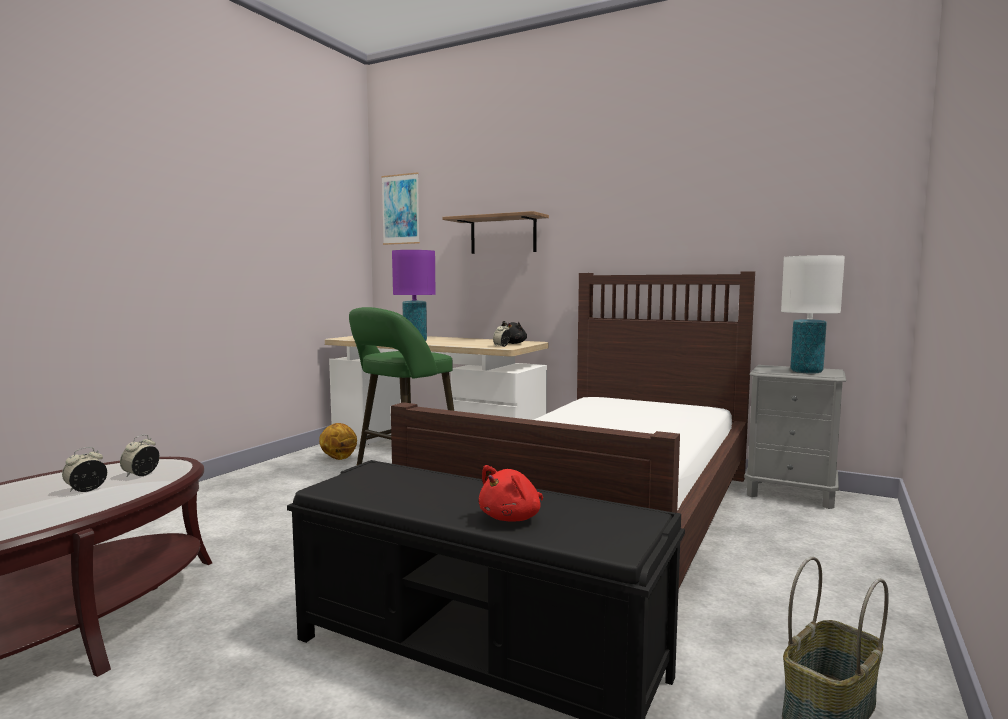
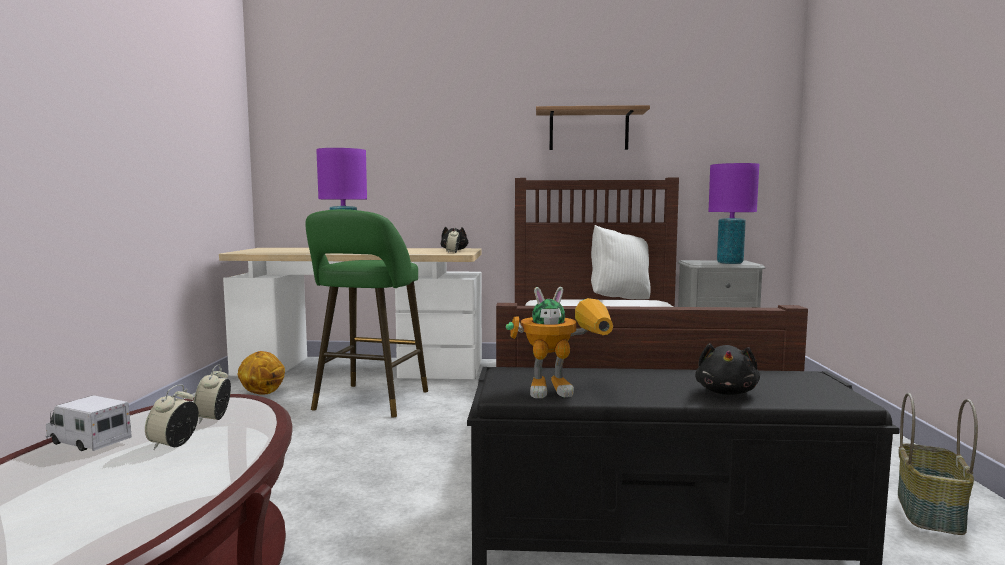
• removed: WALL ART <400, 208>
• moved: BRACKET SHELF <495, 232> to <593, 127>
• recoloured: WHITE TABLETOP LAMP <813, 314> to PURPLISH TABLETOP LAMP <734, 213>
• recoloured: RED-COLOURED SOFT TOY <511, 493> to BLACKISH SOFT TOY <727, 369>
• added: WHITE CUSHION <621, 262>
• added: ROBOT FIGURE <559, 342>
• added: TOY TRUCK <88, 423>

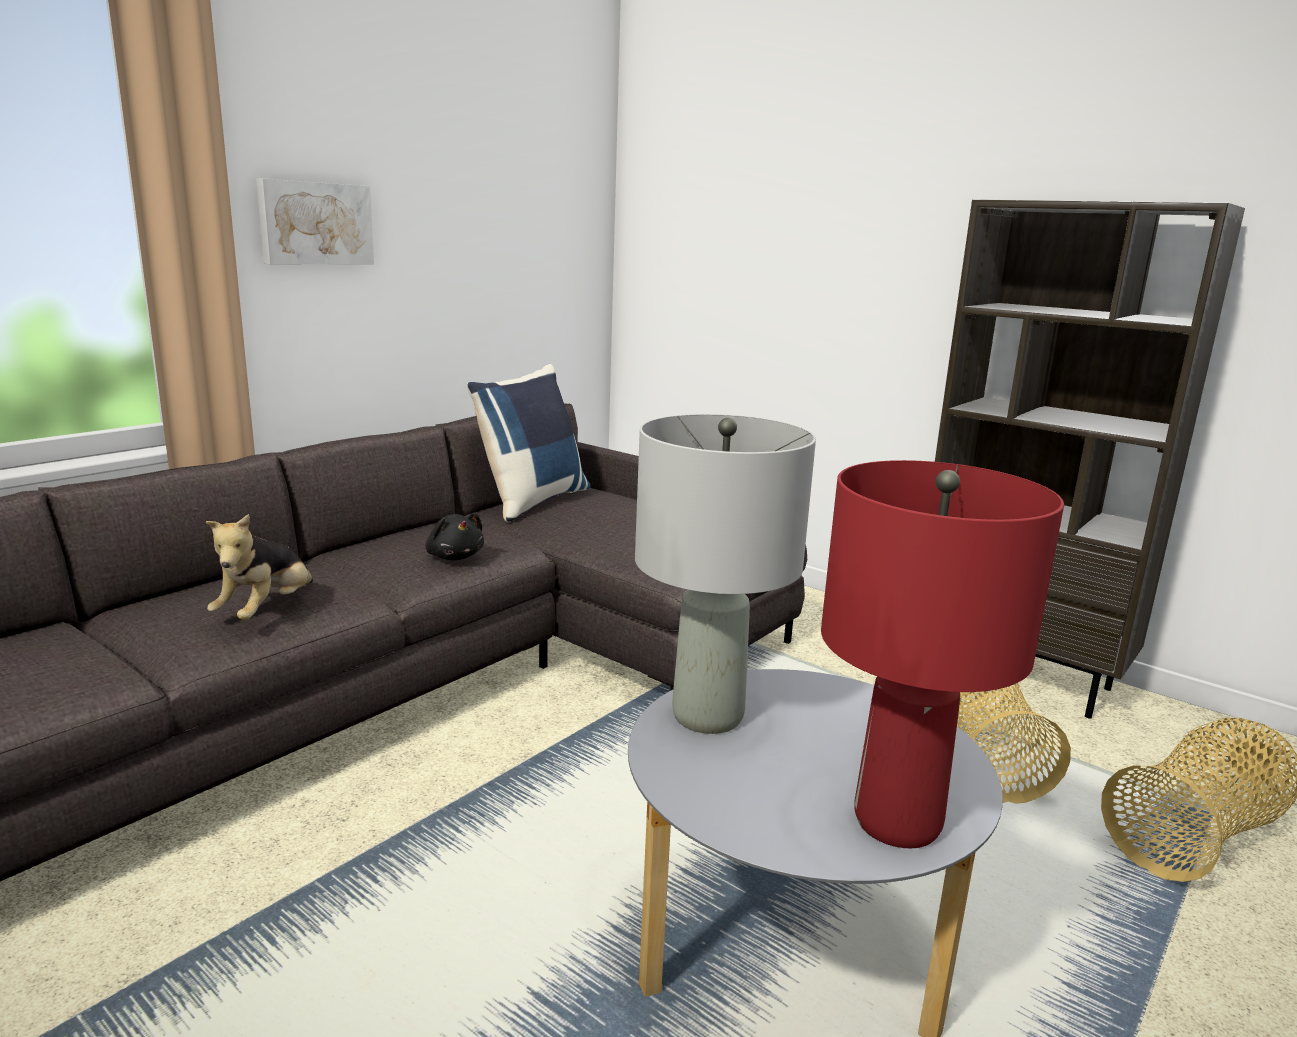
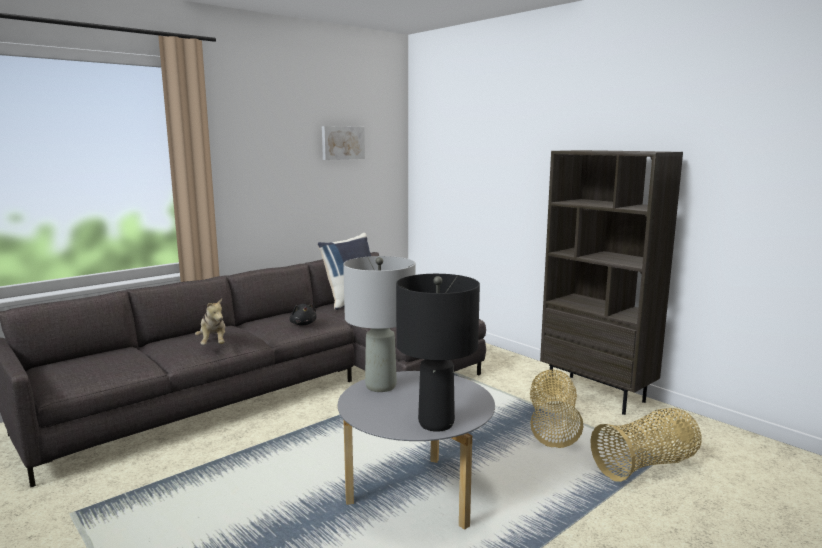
• moved: WALL ART <315, 221> to <343, 143>
• recoloured: RED-COLOURED TABLETOP LAMP <942, 654> to BLACKISH TABLETOP LAMP <438, 353>
• turned: SOFT TOY <259, 567> = <210, 321> 45 degrees counterclockwise

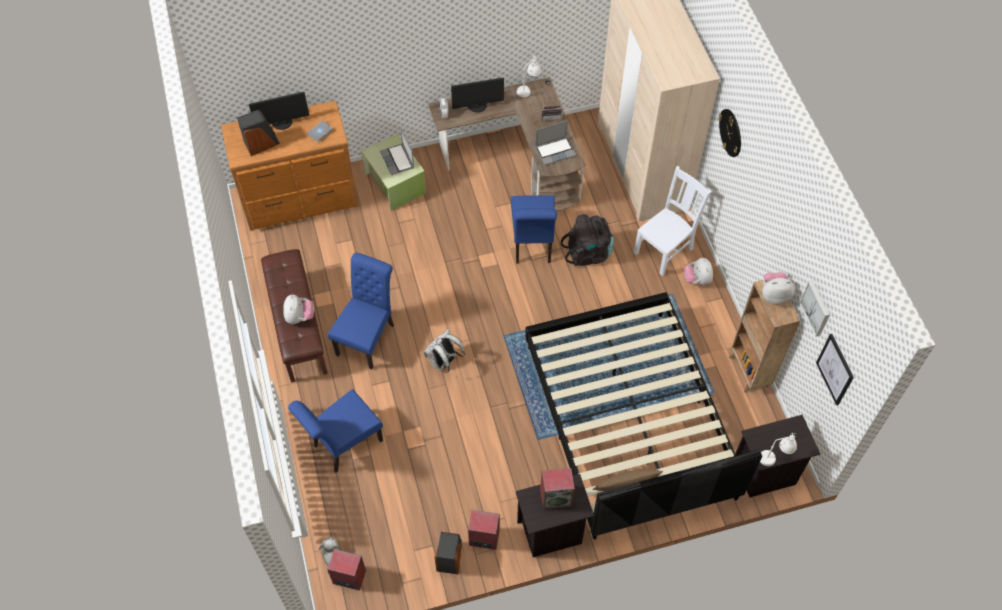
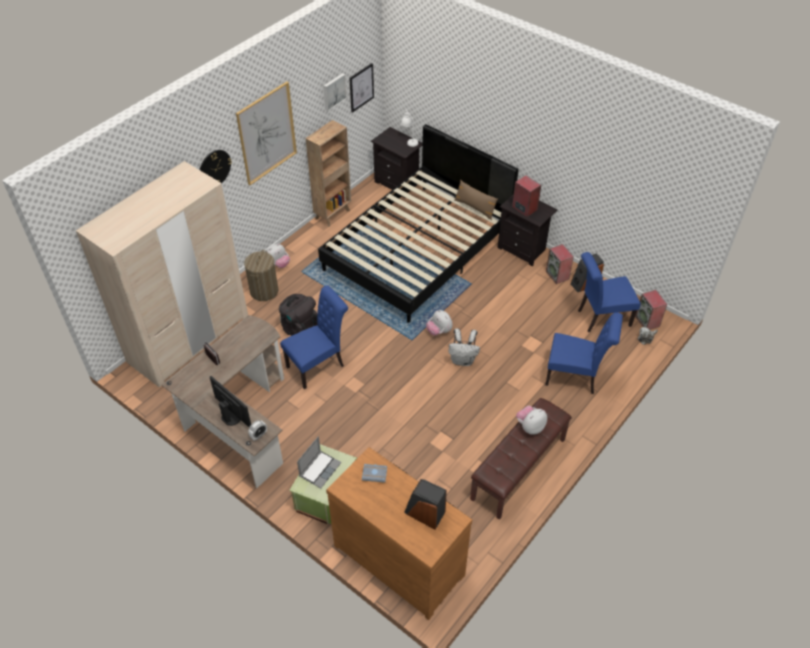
• removed: WHITE TABLETOP LAMP <529, 76>
• removed: MONITOR <279, 111>
• removed: PORTABLE COMPUTER <555, 143>
• replaced: WHITE UPRIGHT CHAIR <672, 221> to HAMPER <261, 275>
• moved: BLUISH UPRIGHT CHAIR <361, 311> to <609, 292>
• moved: SOFT TOY <778, 288> to <439, 323>
• added: WALL ART <266, 133>

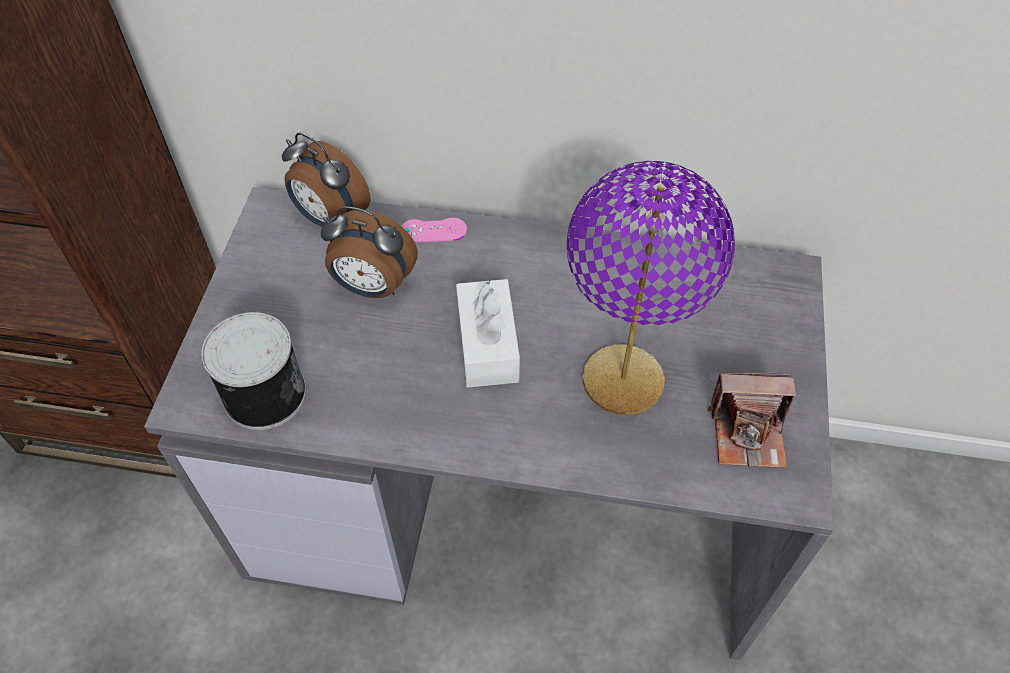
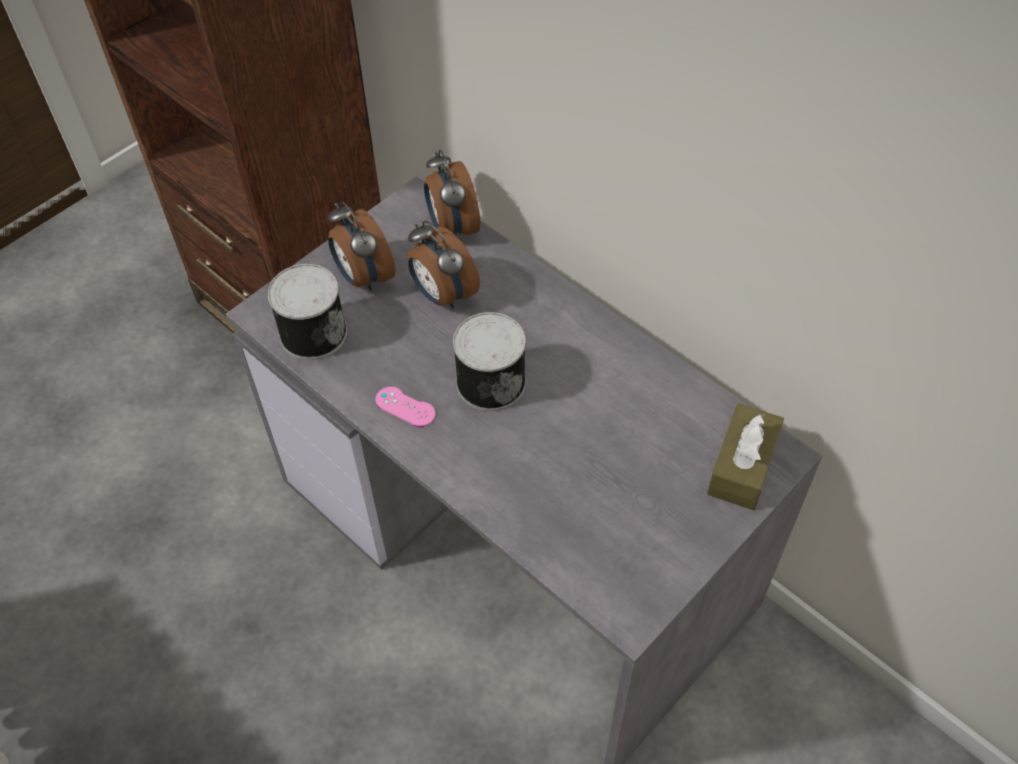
• removed: PURPLISH TABLETOP LAMP <651, 288>
• moved: PINK-COLOURED JOYPAD <434, 230> to <405, 407>
• replaced: WHITE BOX OF TISSUES <488, 333> to CAN <489, 361>
• removed: STILL CAMERA <752, 420>
• added: ALARM CLOCK <362, 246>
• added: BROWN BOX OF TISSUES <745, 456>

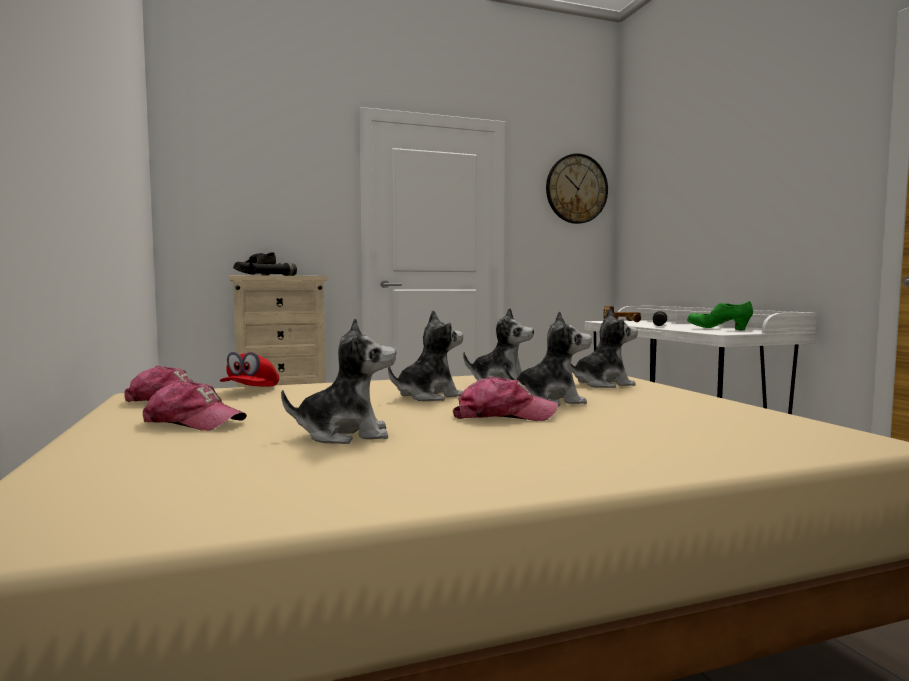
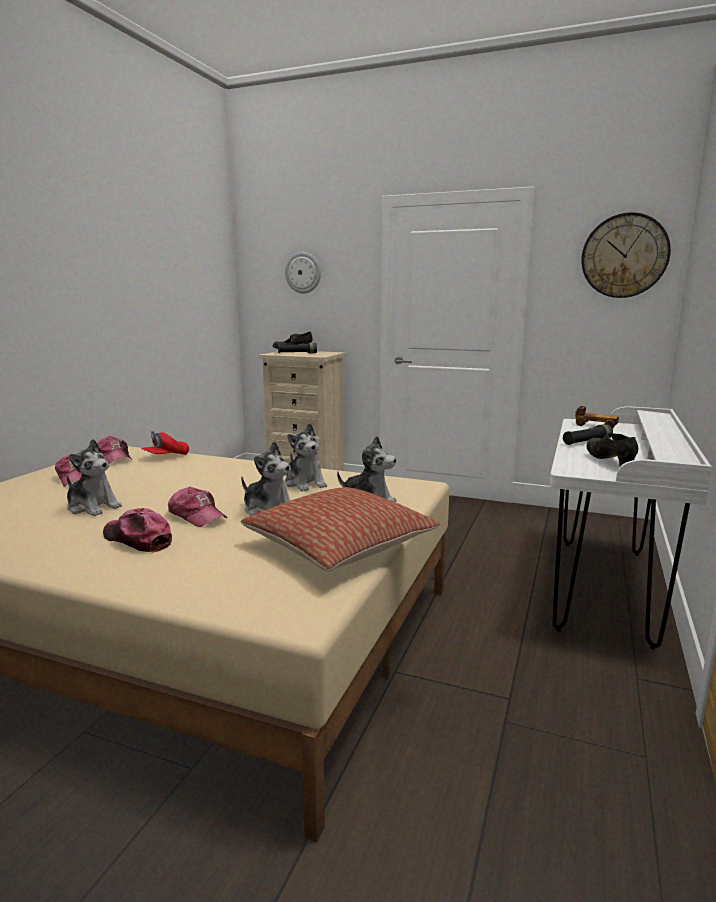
• recoloured: GREEN LOW SHOE <720, 316> to BLACKISH LOW SHOE <612, 449>
• removed: SOFT TOY <425, 355>
• added: HANGING CLOCK <303, 272>
• added: CUSHION <340, 529>
• added: CAP <137, 530>

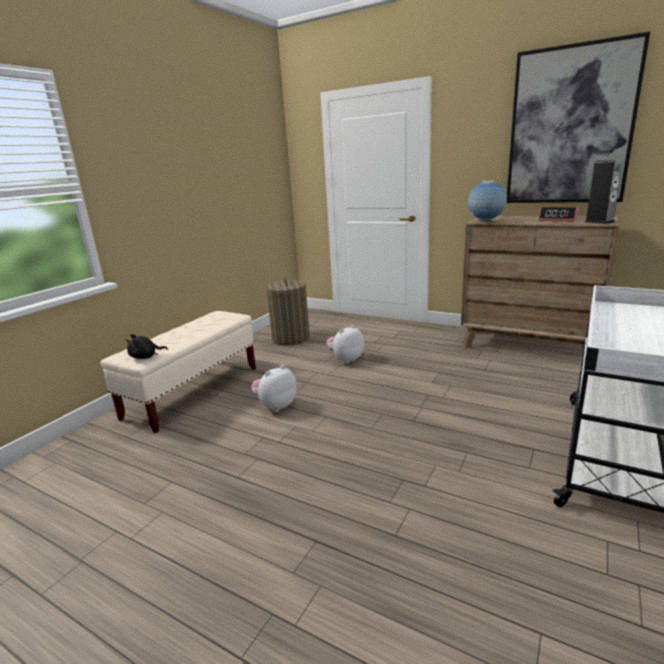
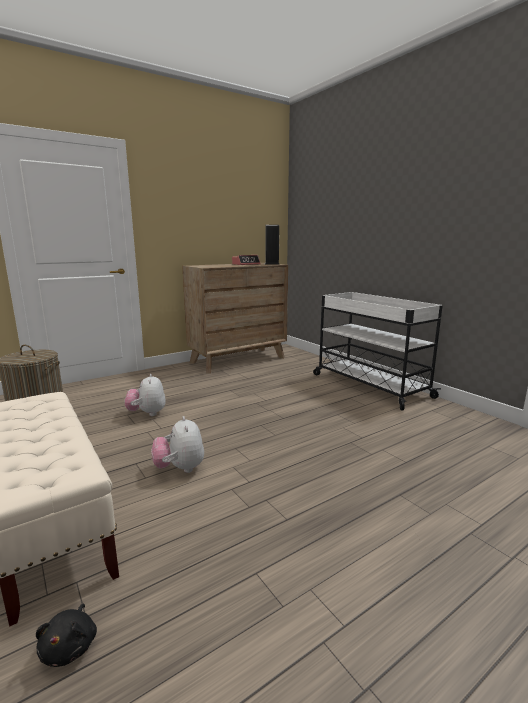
• removed: WALL ART <579, 117>
• removed: GLOBE <487, 201>
• moved: BLACKISH SOFT TOY <147, 346> to <66, 635>

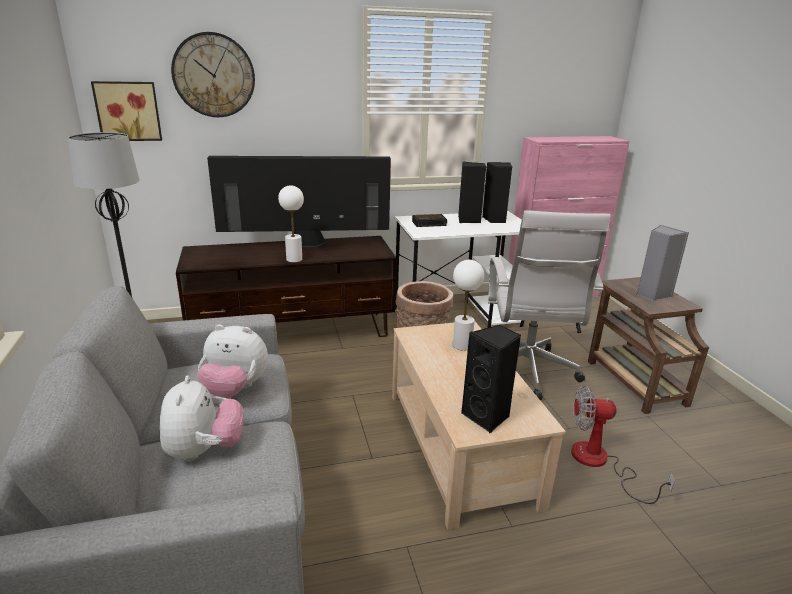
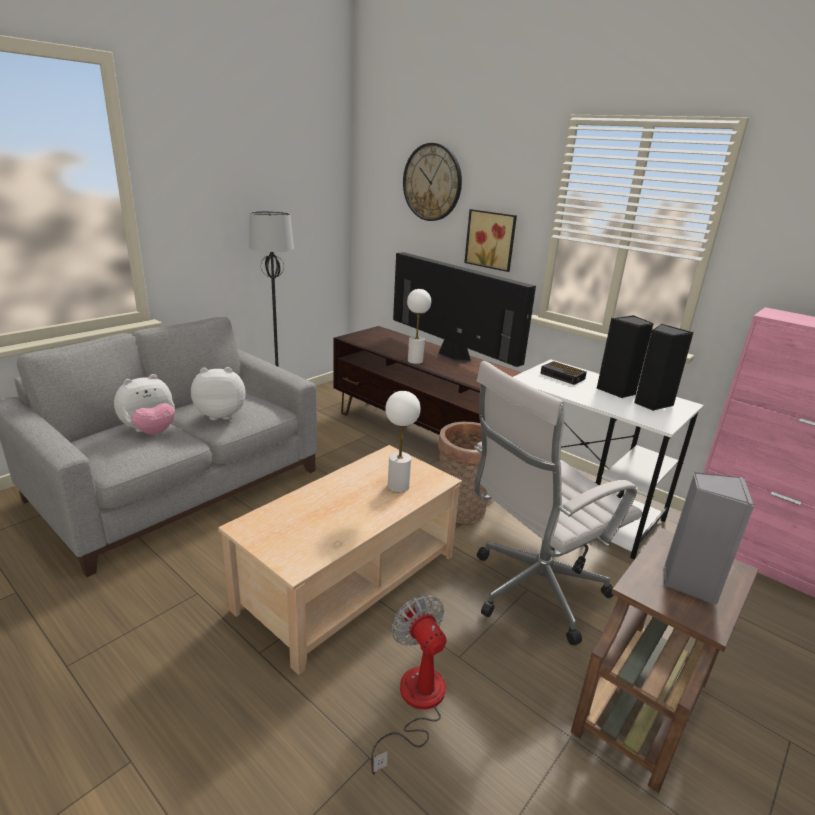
• moved: WALL ART <126, 111> to <490, 240>
• turned: SOFT TOY <232, 361> = <218, 393> 105 degrees clockwise
• removed: BLACKISH AUDIO SPEAKER <491, 379>

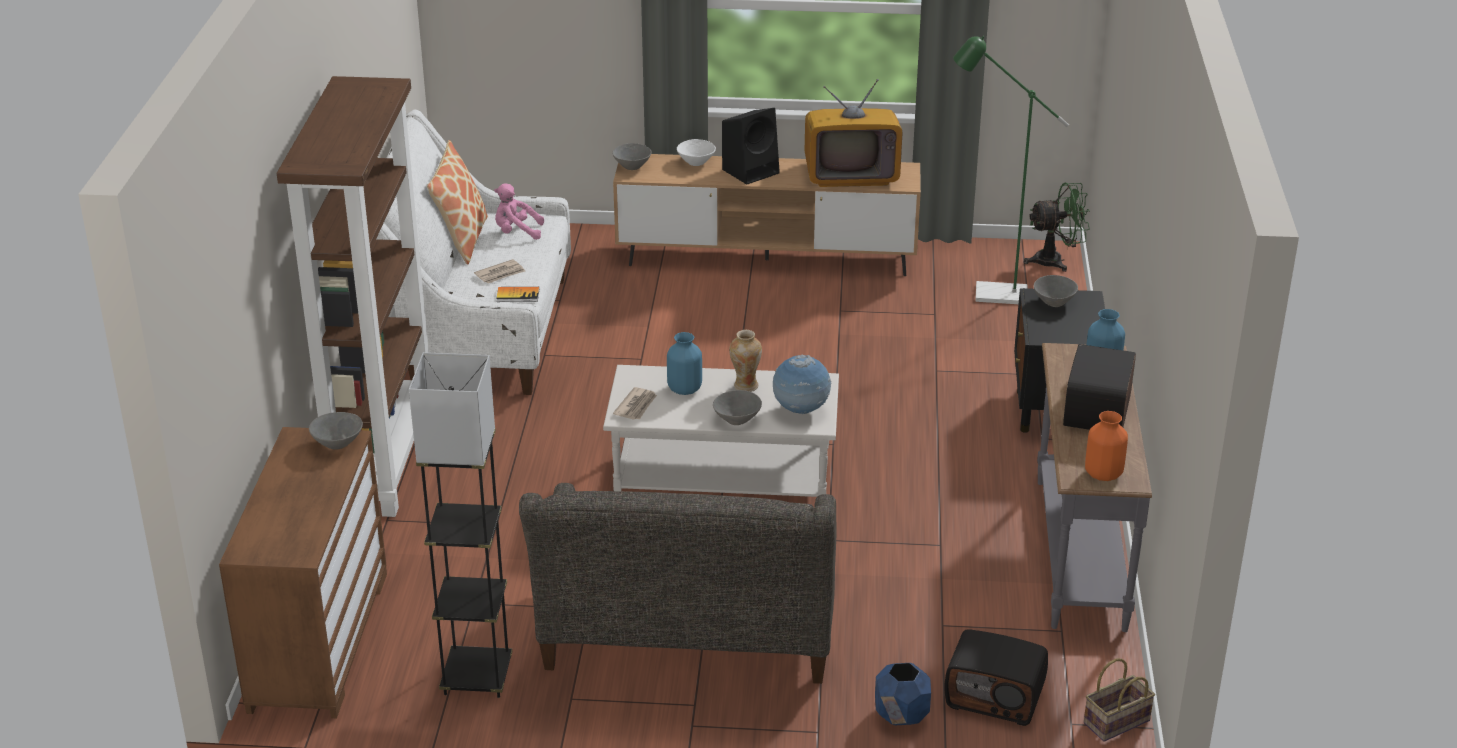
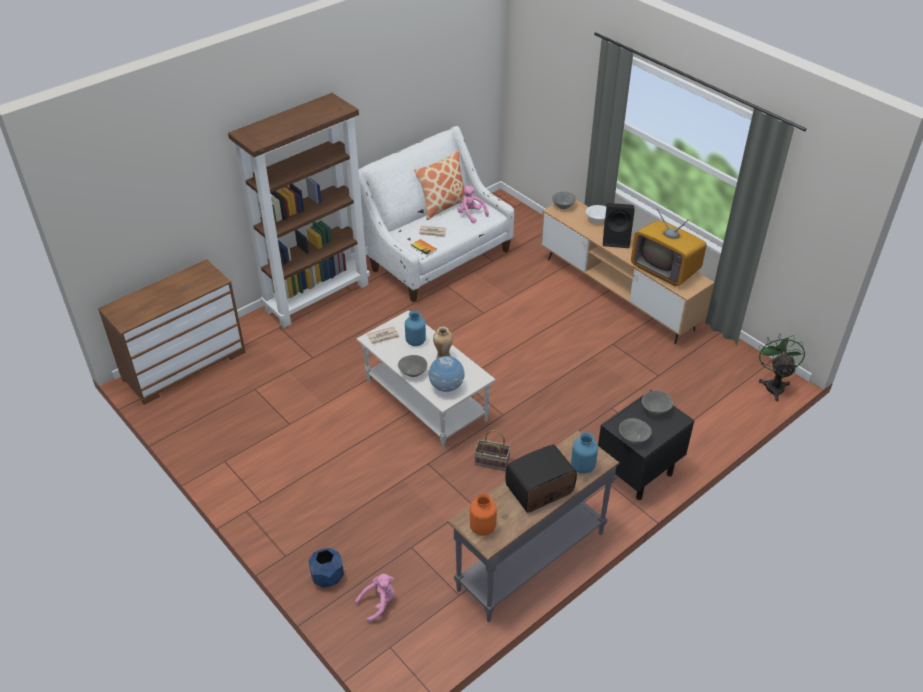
• removed: GREEN FLOOR LAMP <1011, 170>
• turned: GREEN ELECTRIC FAN <1057, 227> = <782, 367> 120 degrees counterclockwise
• removed: GREY FLOOR LAMP <460, 525>
• moved: GREY SERVING BOWL <336, 431> to <635, 430>
• removed: GREY COUCH <678, 583>
• replaced: RADIO <996, 677> to PINK-COLOURED SOFT TOY <375, 598>
• moved: BASKET <1119, 700> to <492, 450>

